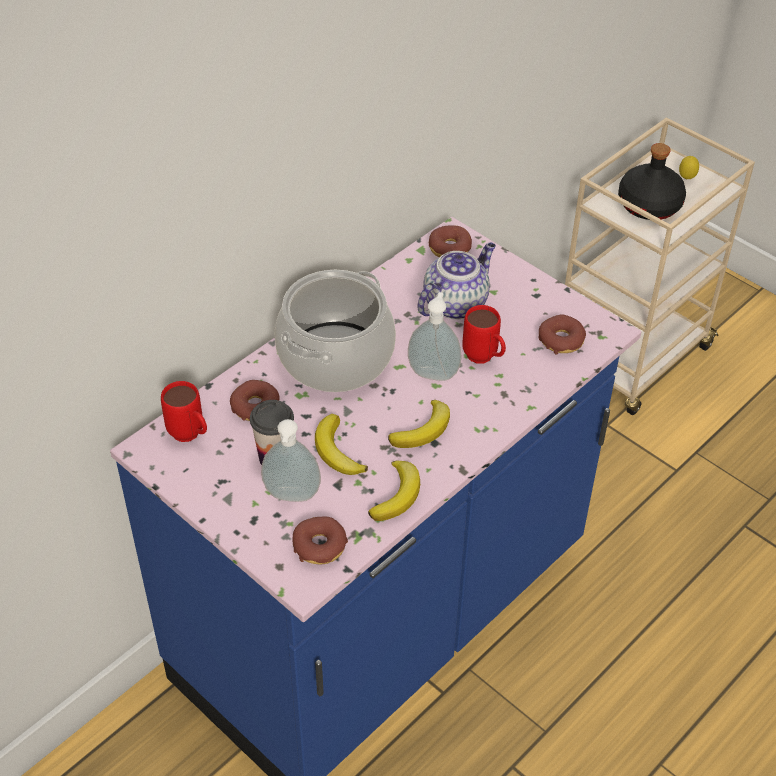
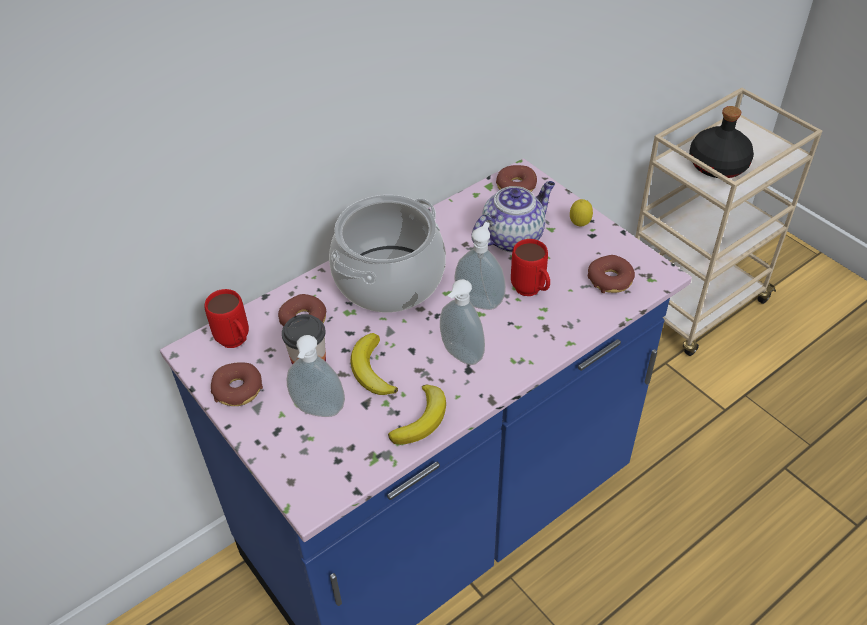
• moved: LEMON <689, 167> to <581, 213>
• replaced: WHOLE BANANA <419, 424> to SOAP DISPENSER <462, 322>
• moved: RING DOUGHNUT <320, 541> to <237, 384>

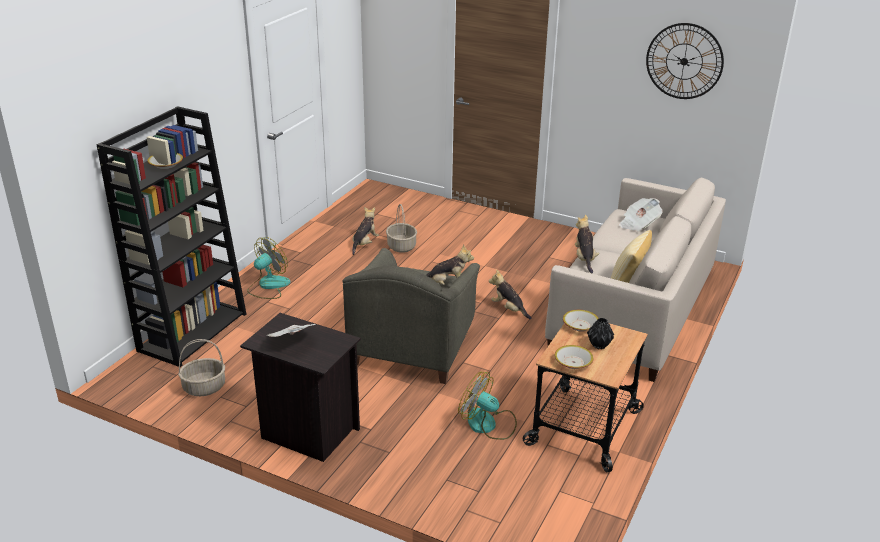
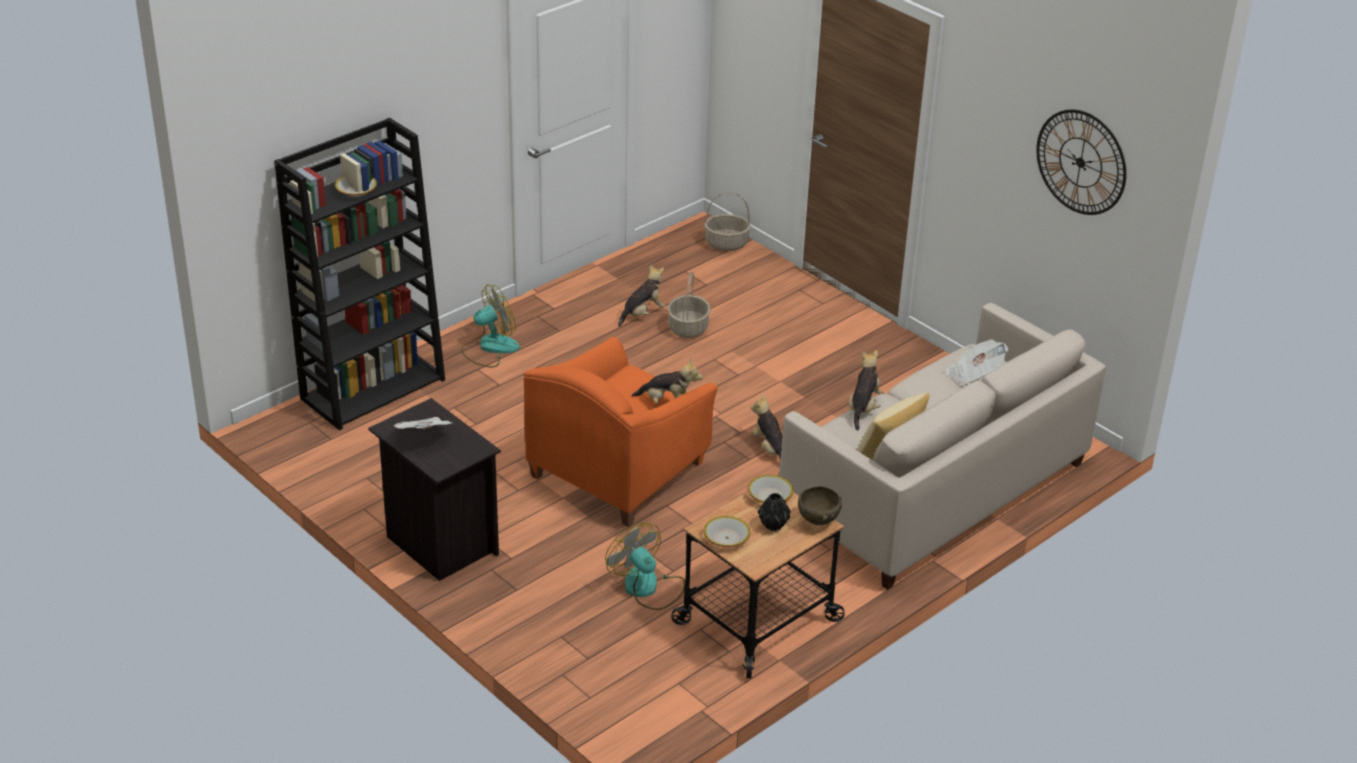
• recoloured: GREY LOUNGE CHAIR <411, 316> to ORANGEY LOUNGE CHAIR <620, 432>
• moved: BASKET <201, 367> to <727, 221>
• added: BROWN SERVING BOWL <820, 505>

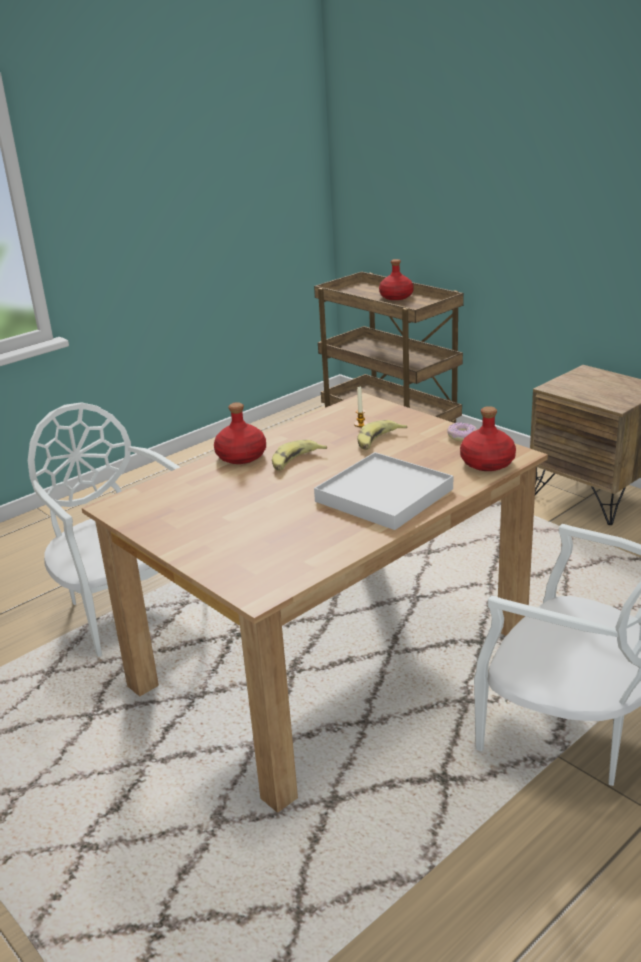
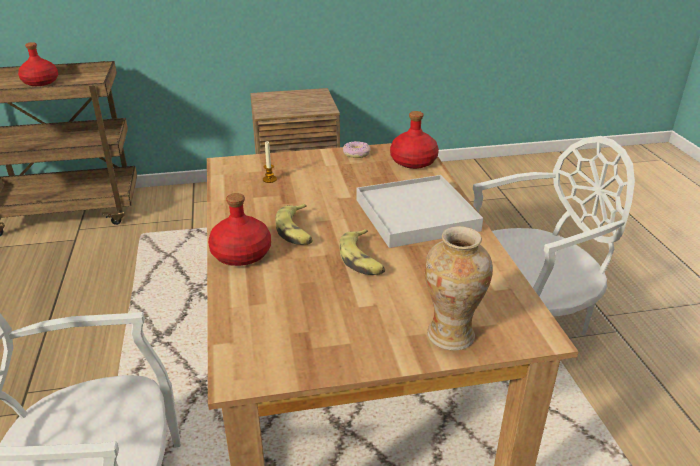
• moved: WHOLE BANANA <382, 435> to <362, 252>
• added: VASE <458, 288>

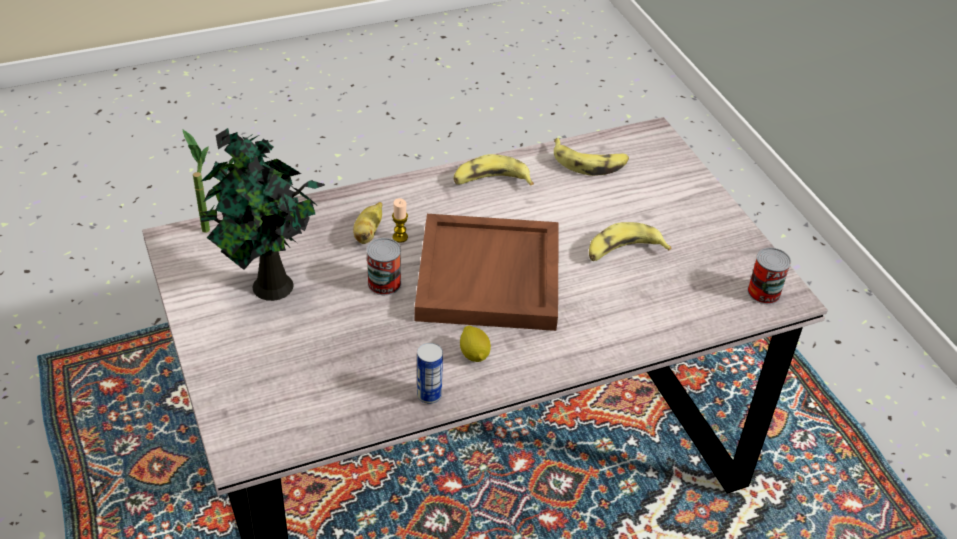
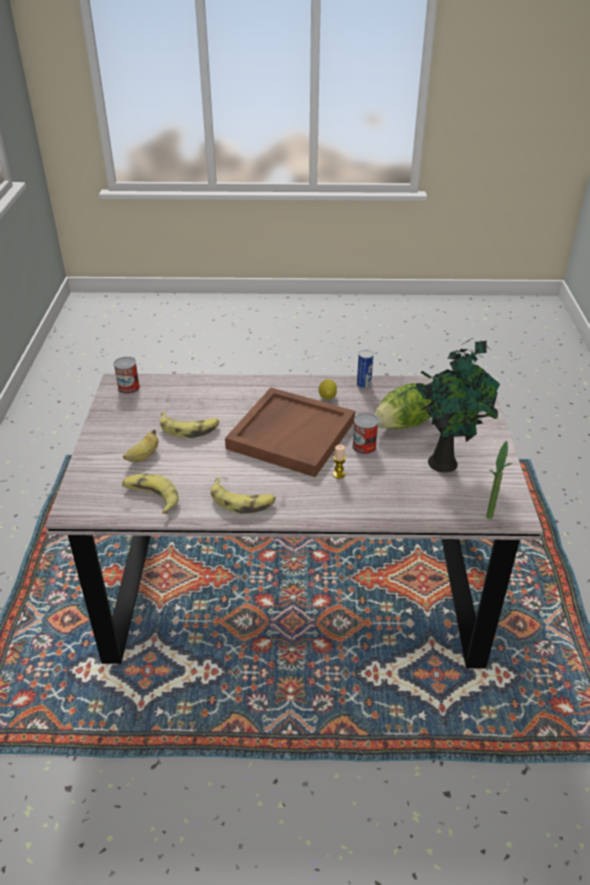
• moved: WHOLE BANANA <367, 223> to <140, 446>
• added: LETTUCE <402, 406>

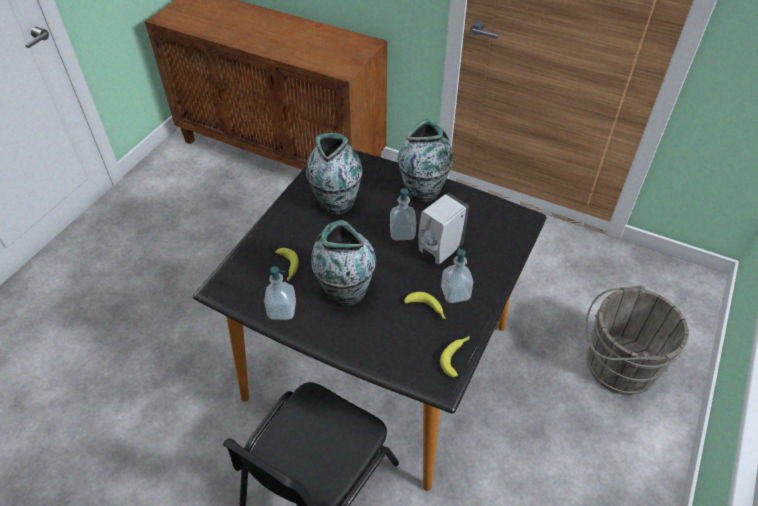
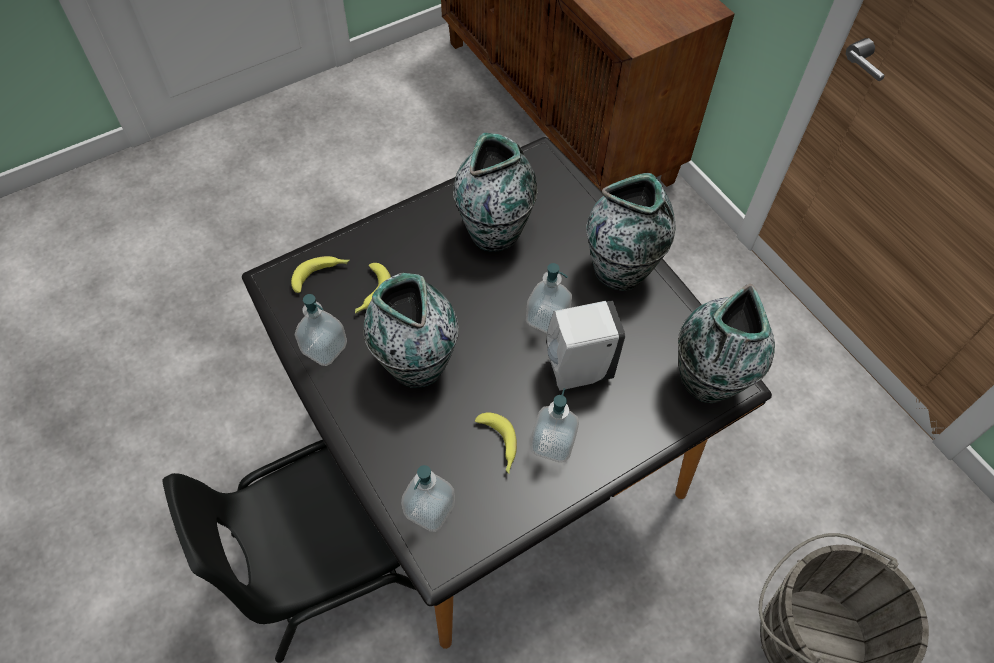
• moved: WHOLE BANANA <455, 356> to <320, 274>
• added: VASE <726, 343>
• added: SOAP DISPENSER <428, 498>

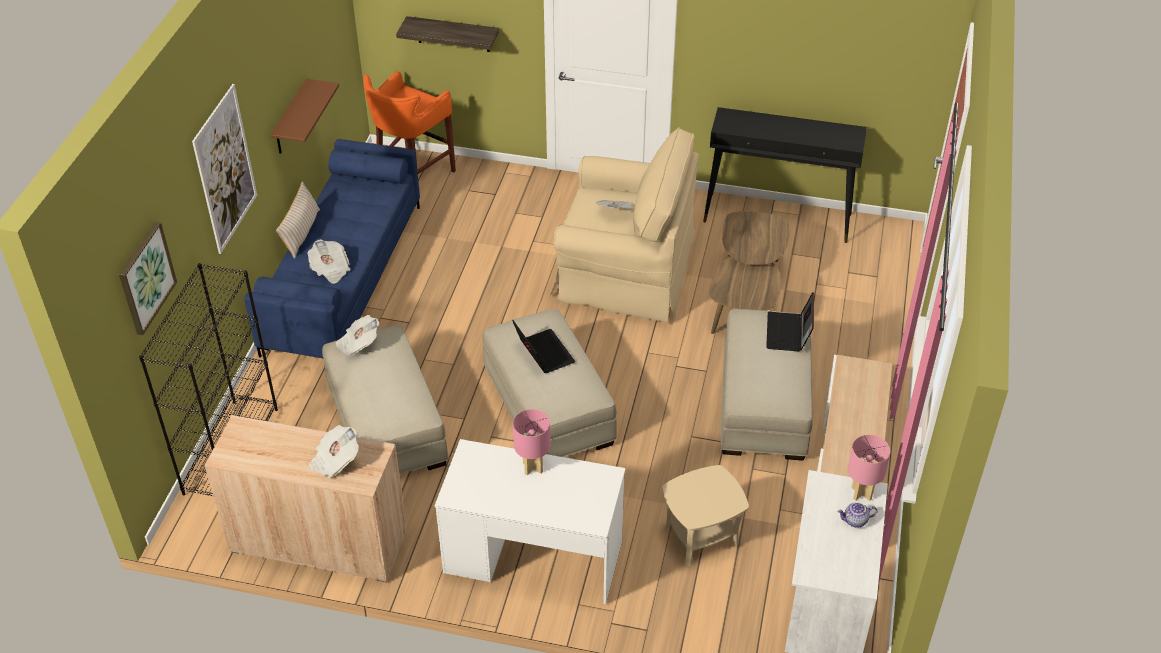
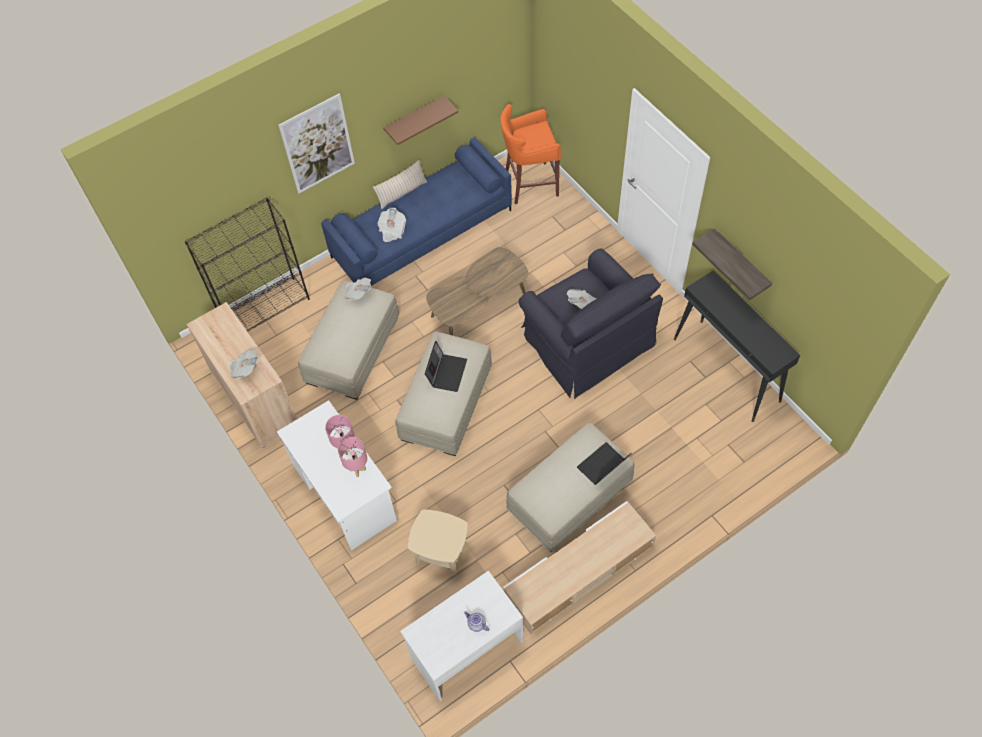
• moved: BRACKET SHELF <447, 34> to <732, 264>
• recoloured: SAND-COLOURED LOUNGE CHAIR <624, 225> to BLACKISH LOUNGE CHAIR <590, 323>
• moved: BROWN COFFEE TABLE <749, 272> to <477, 291>
• removed: WALL ART <148, 278>
• moved: PINK-COLOURED TABLETOP LAMP <869, 468> to <352, 457>

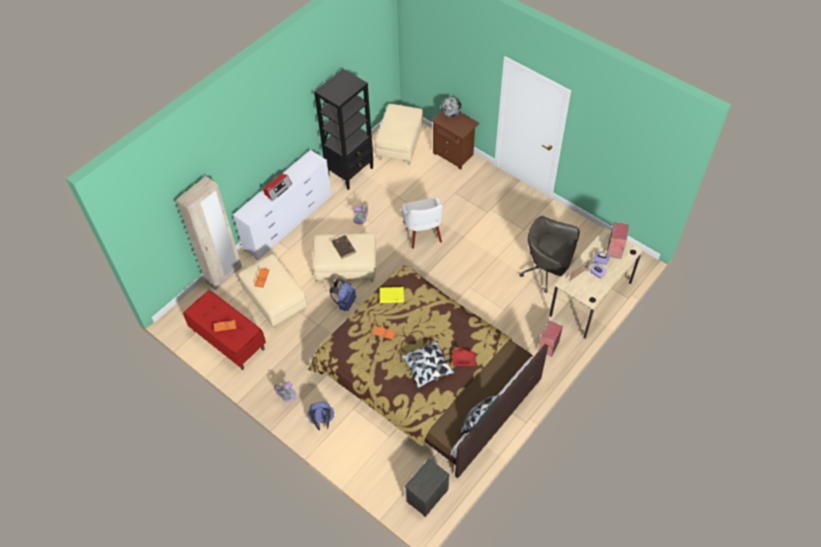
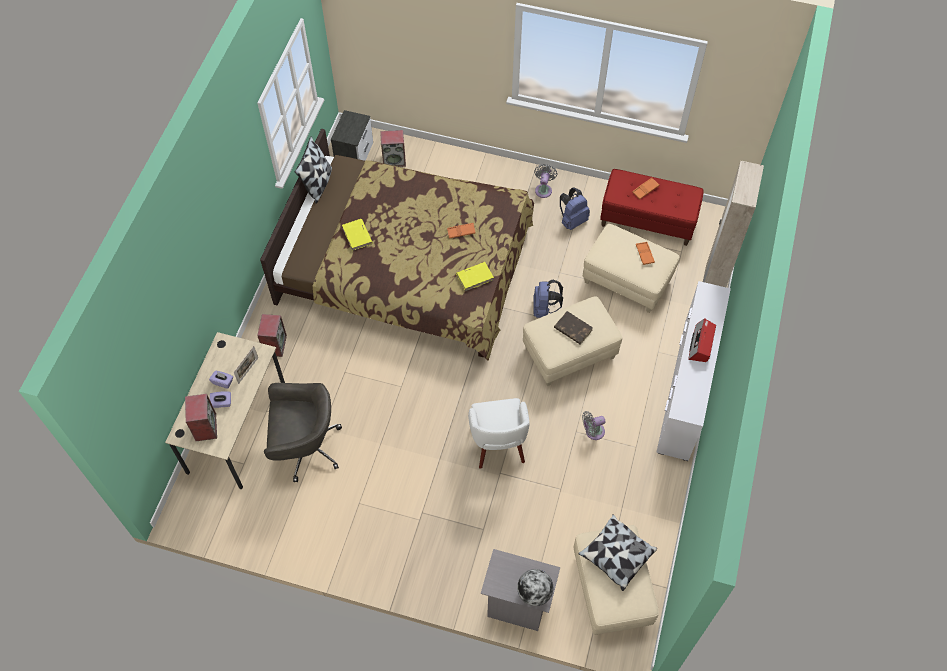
• removed: BLACKISH BOOKCASE <344, 129>
• recoloured: BROWN BEDSIDE TABLE <455, 140> to GREY BEDSIDE TABLE <520, 590>
• turned: WHITE LOUNGE CHAIR <422, 223> = <499, 433> 150 degrees counterclockwise
• moved: CUSHION <427, 364> to <617, 552>
• replaced: RED-COLOURED SERVING TRAY <464, 356> to YELLOW-COLOURED VOLUME <357, 235>
• moved: BLUISH KNAPSACK <321, 416> to <575, 209>
• added: AUDIO SPEAKER <393, 148>

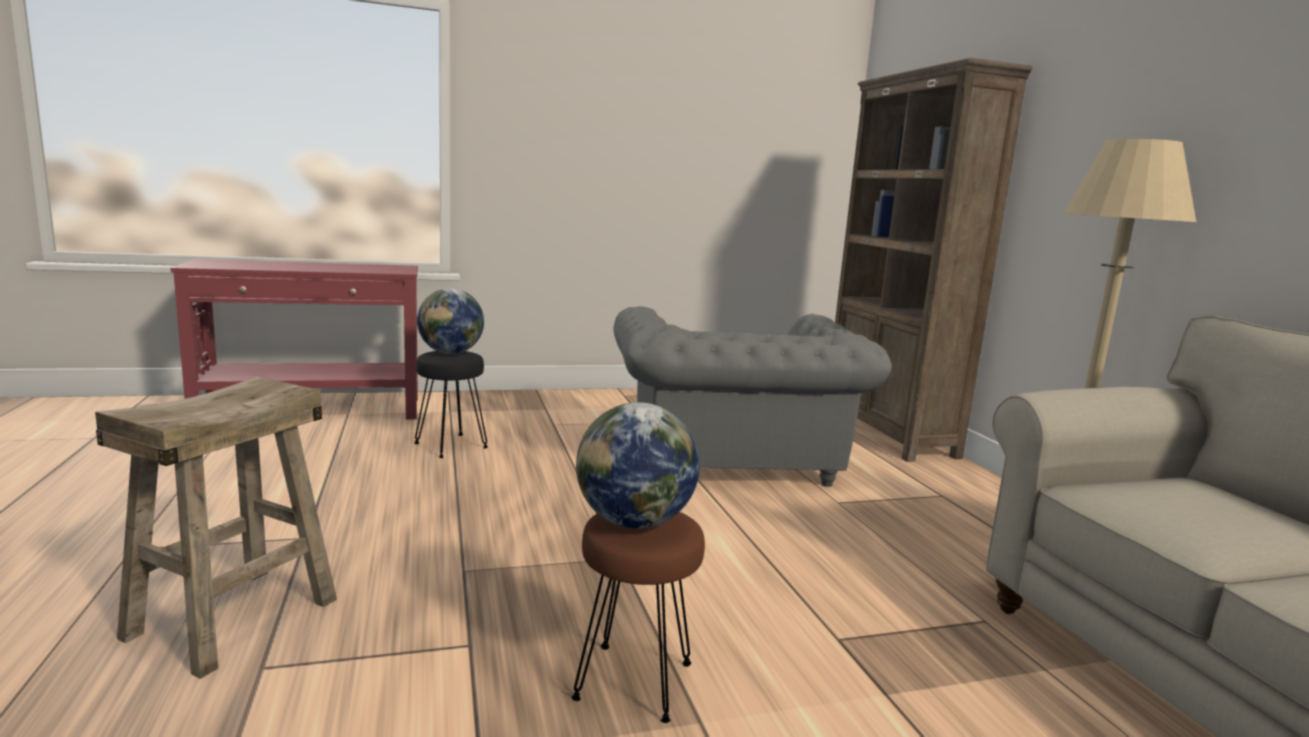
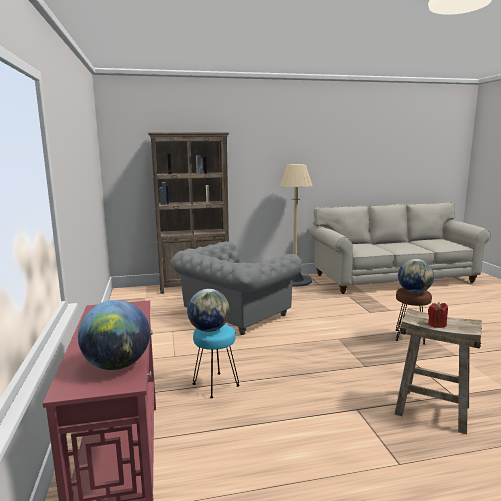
• turned: GREY LOUNGE CHAIR <752, 396> = <236, 288> 135 degrees clockwise
• recoloured: BLACKISH SITTING STOOL <451, 404> to TURQUOISE-COLOURED SITTING STOOL <216, 361>
• added: GLOBE <114, 335>
• added: RED-COLOURED WAX LIGHT <438, 315>

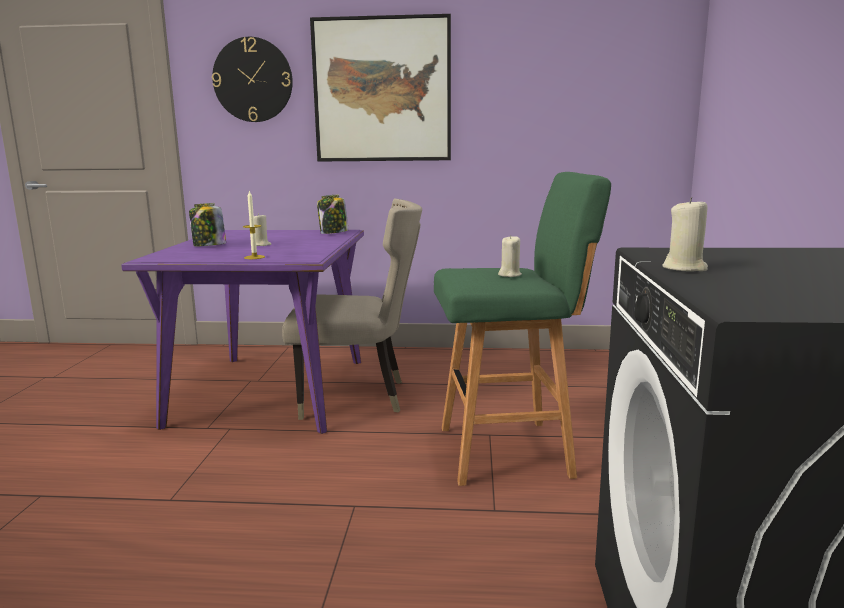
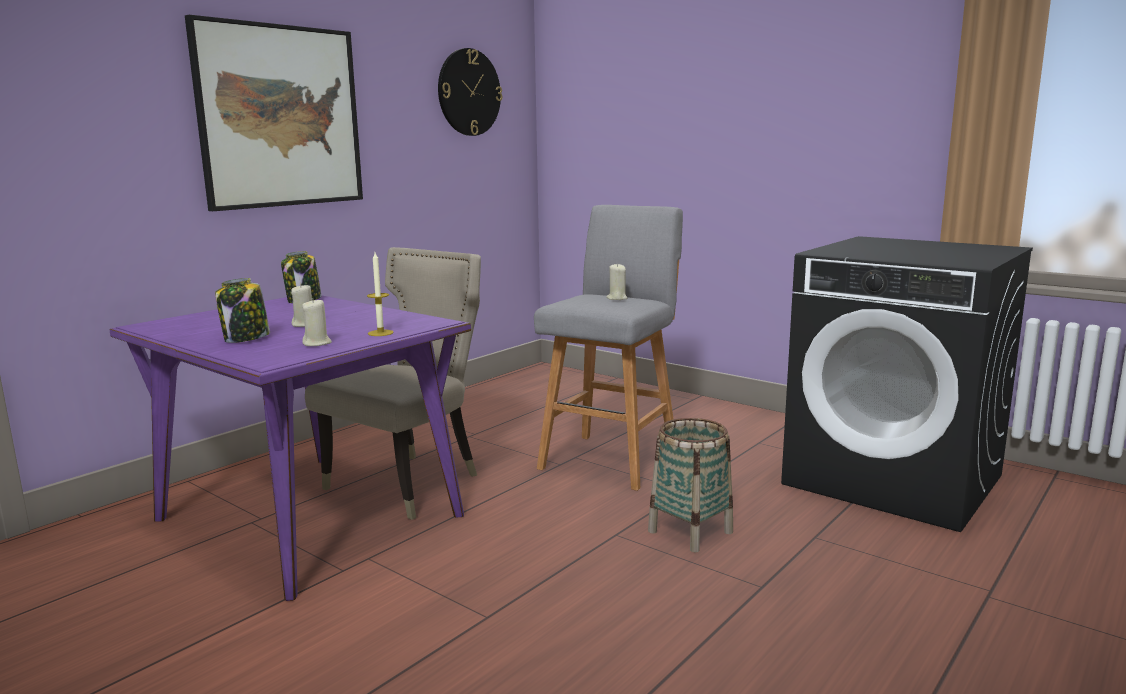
• moved: HANGING CLOCK <252, 79> to <470, 92>
• recoloured: GREEN SITTING STOOL <522, 329> to GREY SITTING STOOL <608, 348>
• moved: SAND-COLOURED WAX LIGHT <685, 234> to <317, 322>
• added: BASKET <690, 485>

